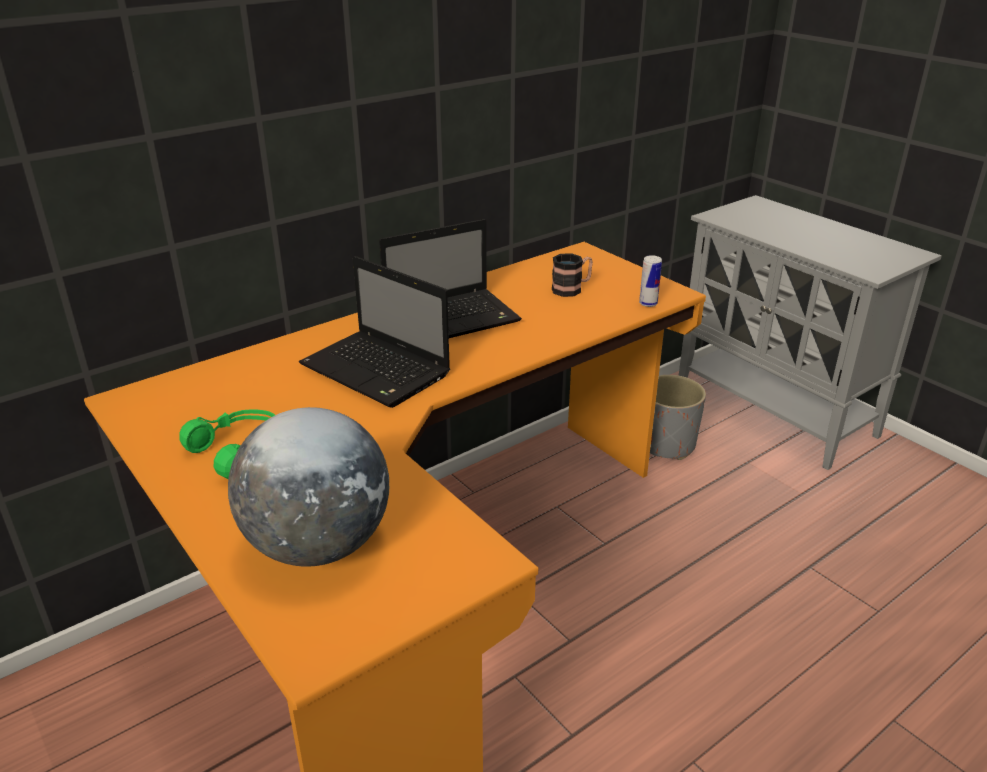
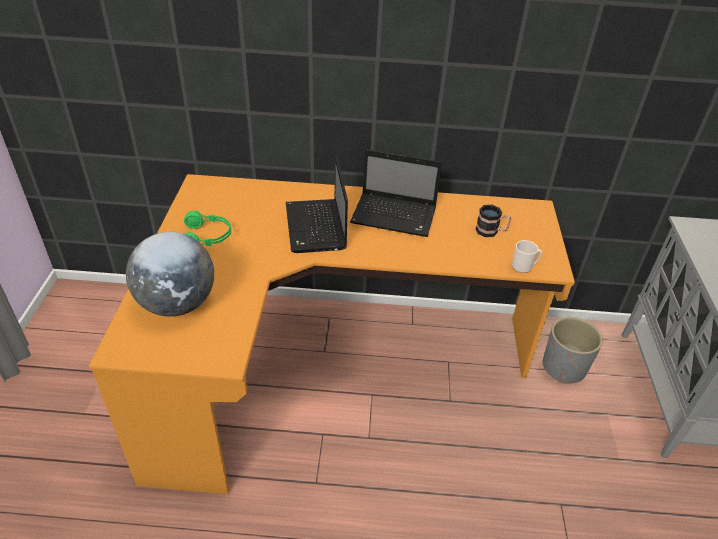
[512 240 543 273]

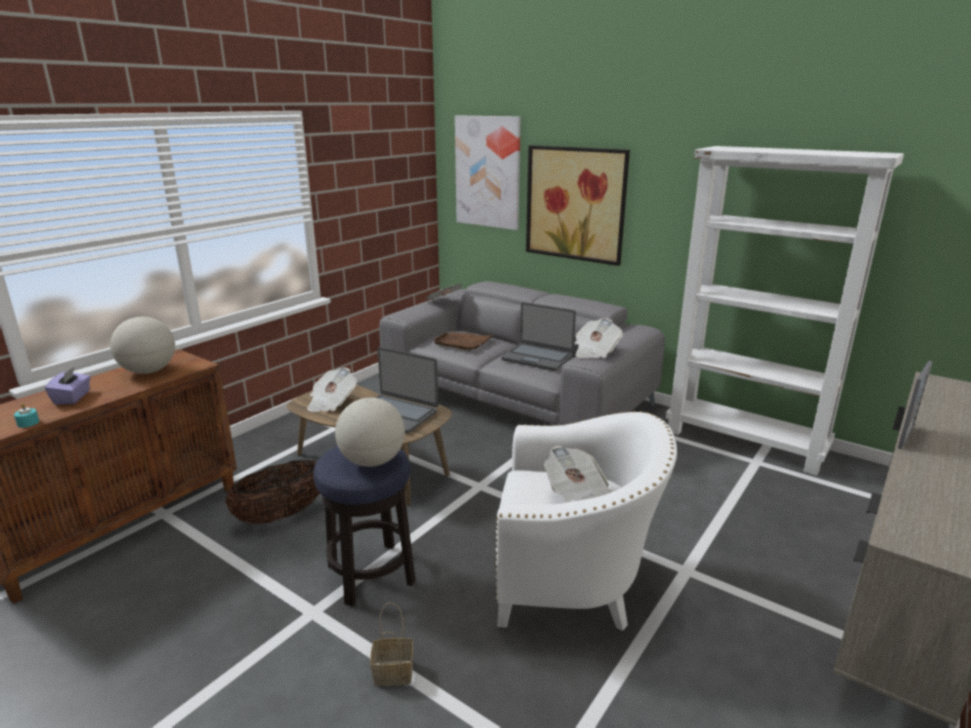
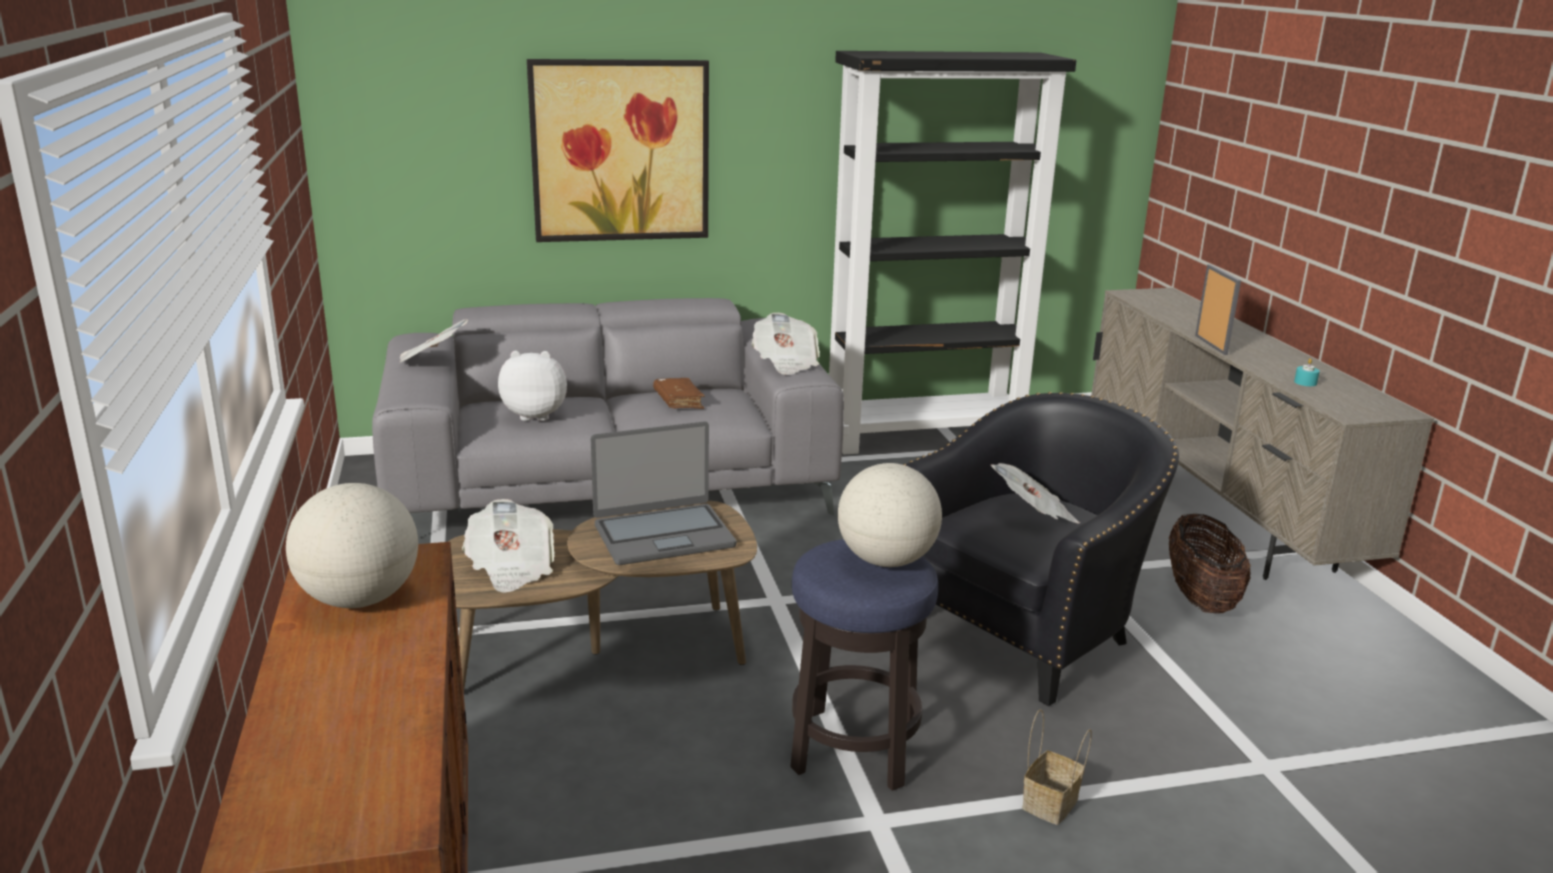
[498 351 567 421]
[653 378 705 409]
[829 51 1077 455]
[903 392 1179 706]
[1169 513 1251 614]
[1294 359 1320 386]
[45 366 90 405] (first image)
[455 115 521 230] (first image)

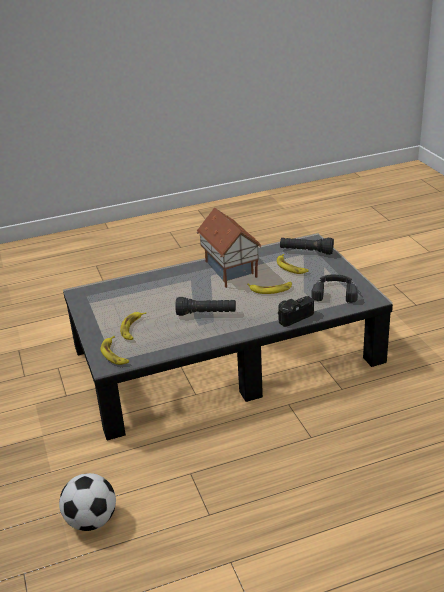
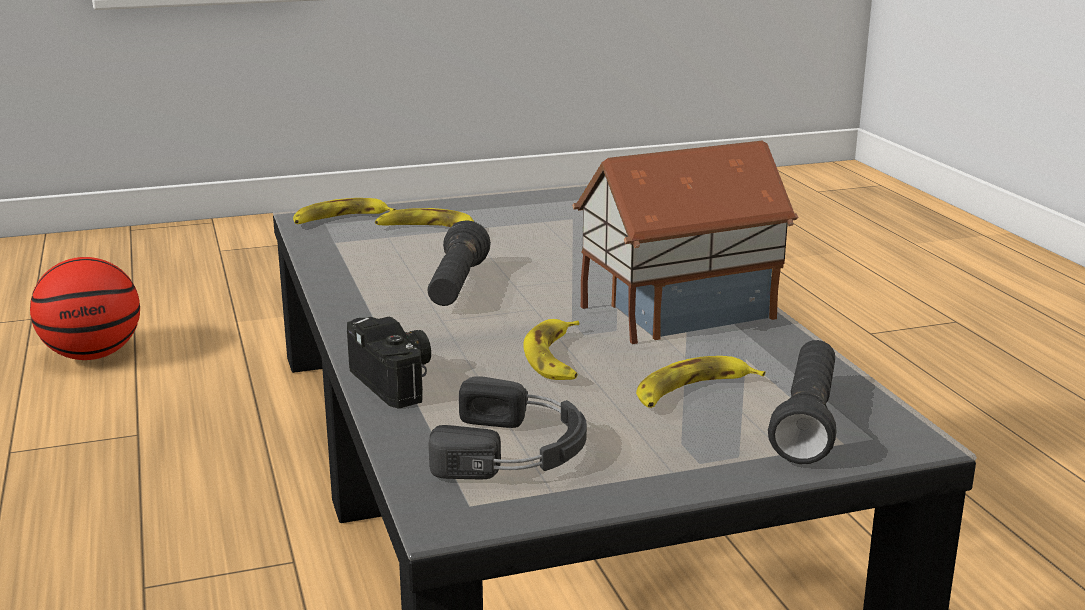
[30 257 140 360]

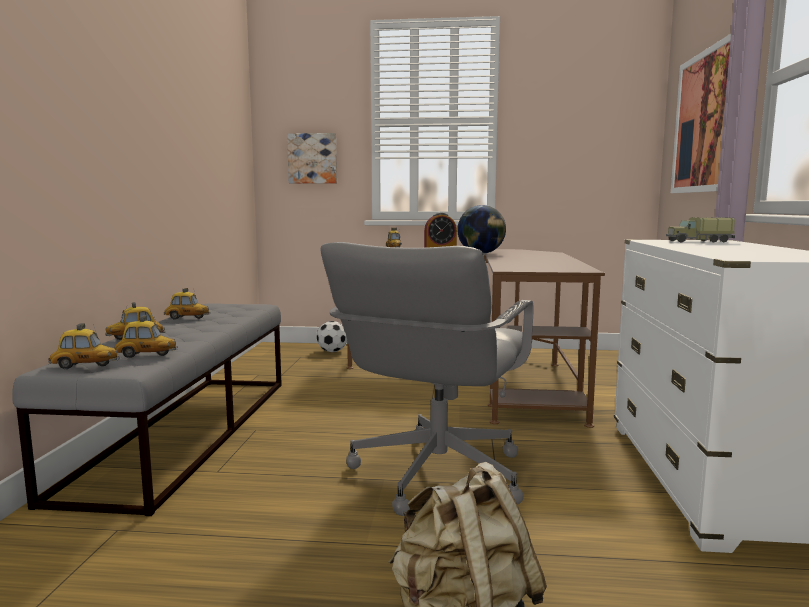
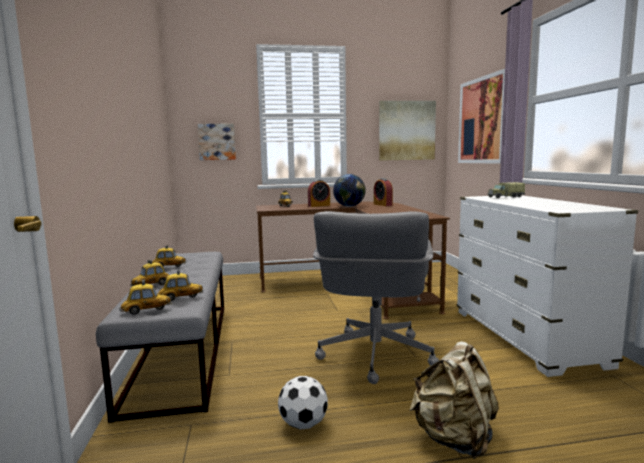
[278 376 328 429]
[374 178 393 206]
[379 101 436 161]

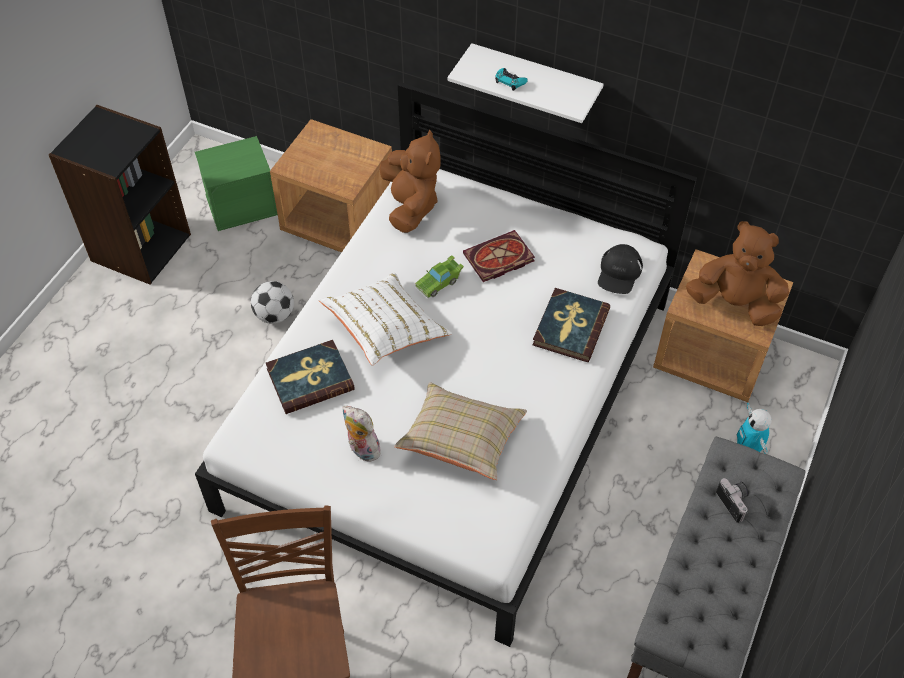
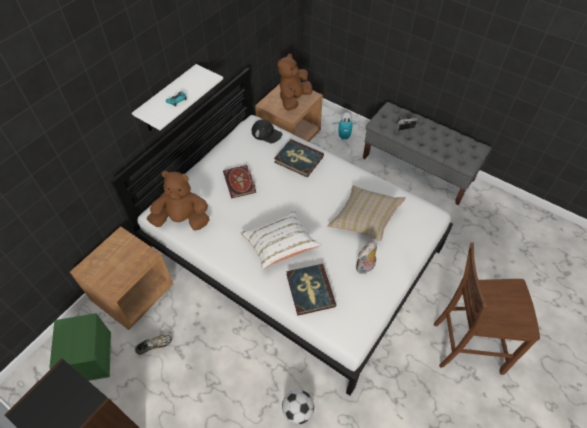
[135 335 172 355]
[282 390 314 424]
[415 255 464 299] (first image)

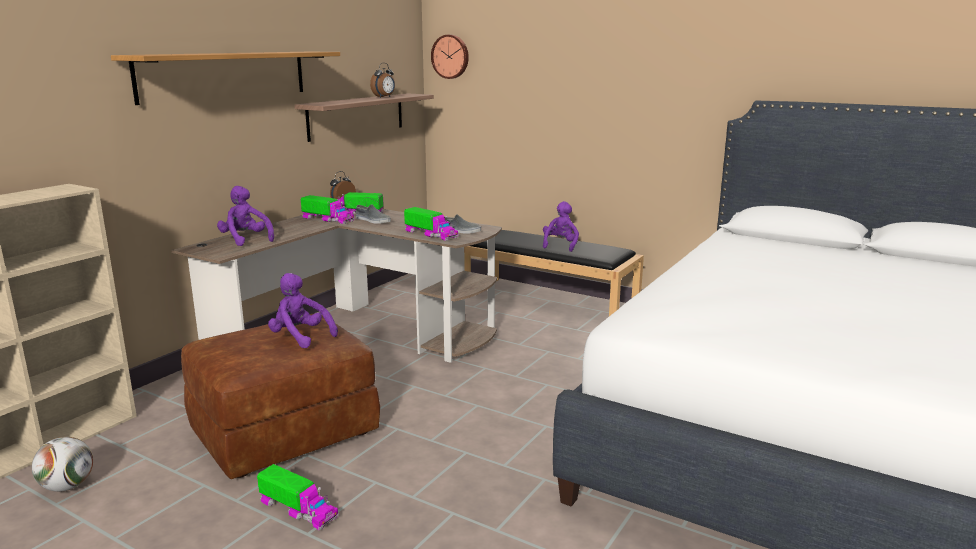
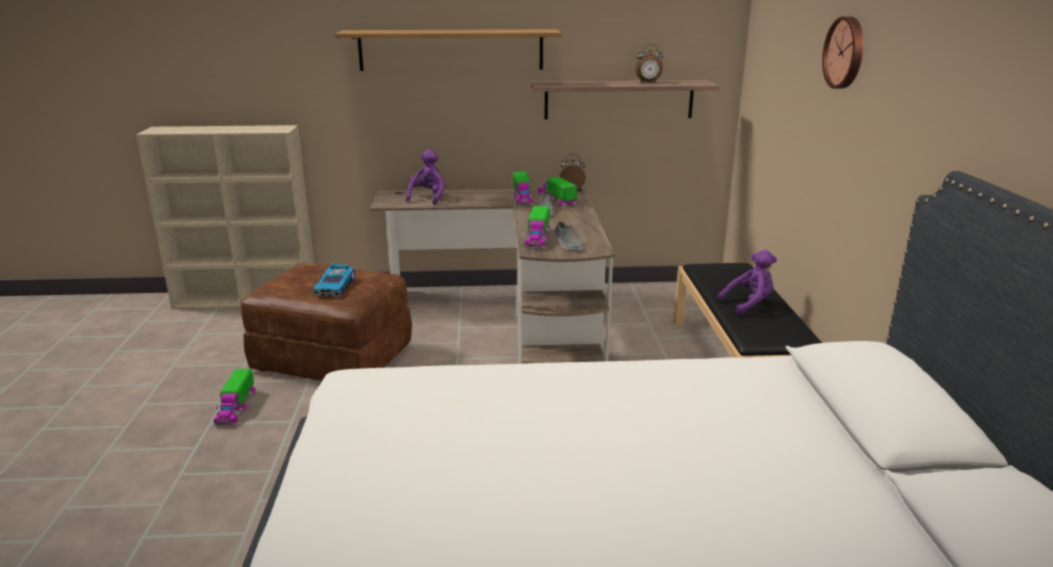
[313 263 355 297]
[822 16 863 89]
[32 437 93 492] (first image)

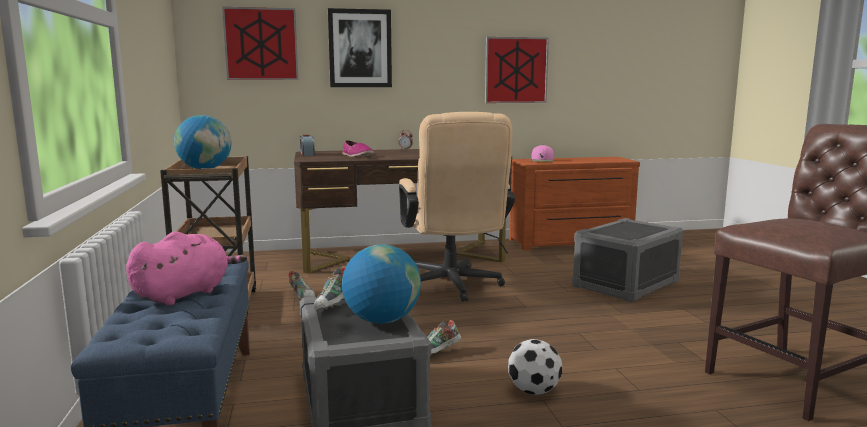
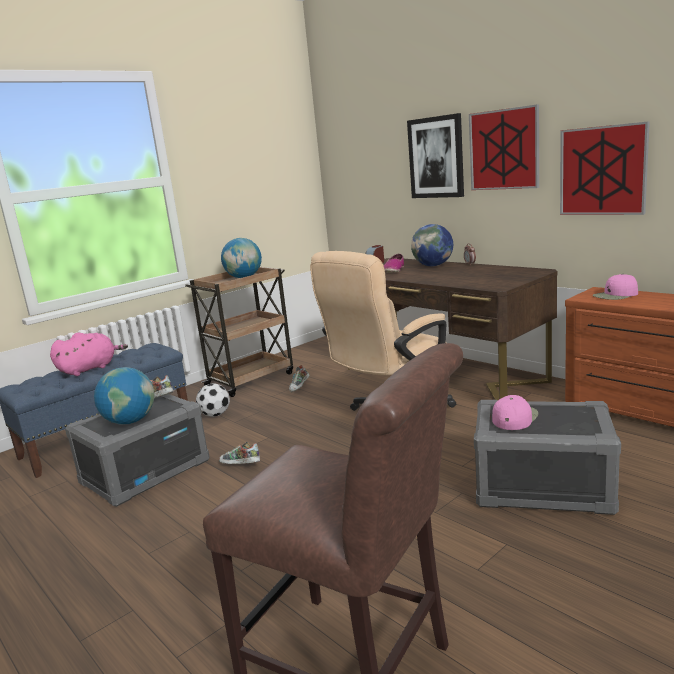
[50 332 128 376]
[196 383 230 417]
[411 224 453 266]
[469 104 539 190]
[492 395 538 430]

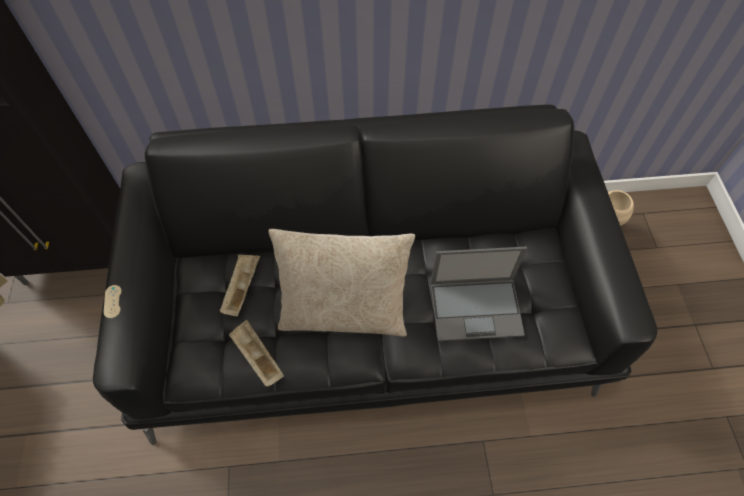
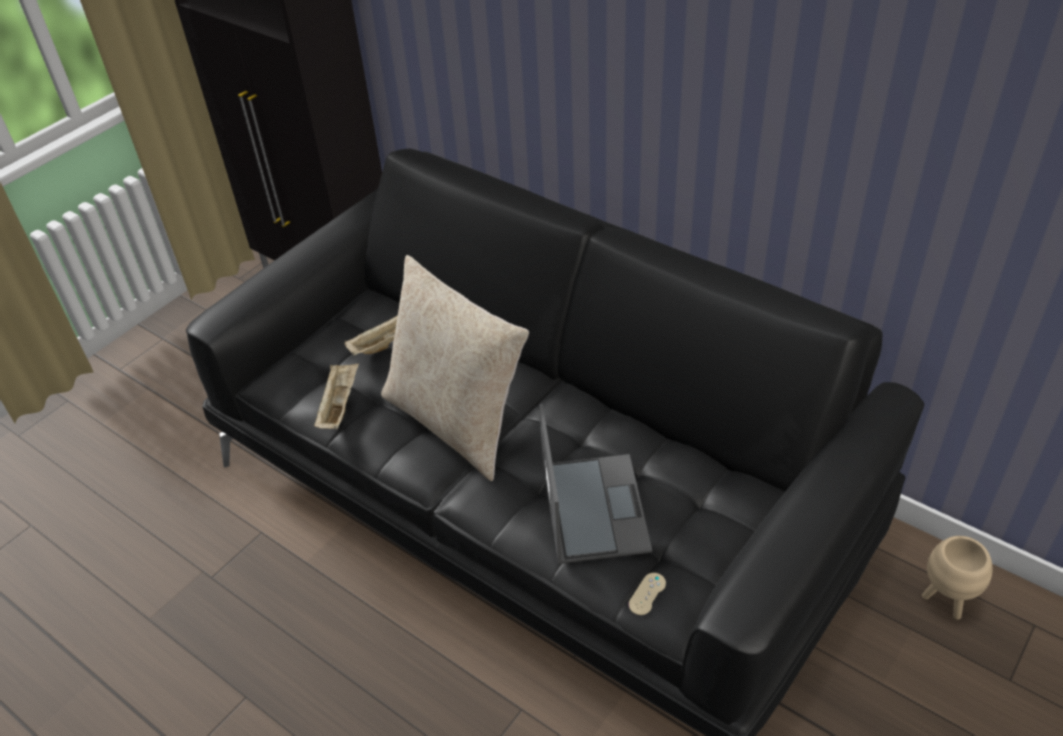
[539 403 652 564]
[628 573 666 615]

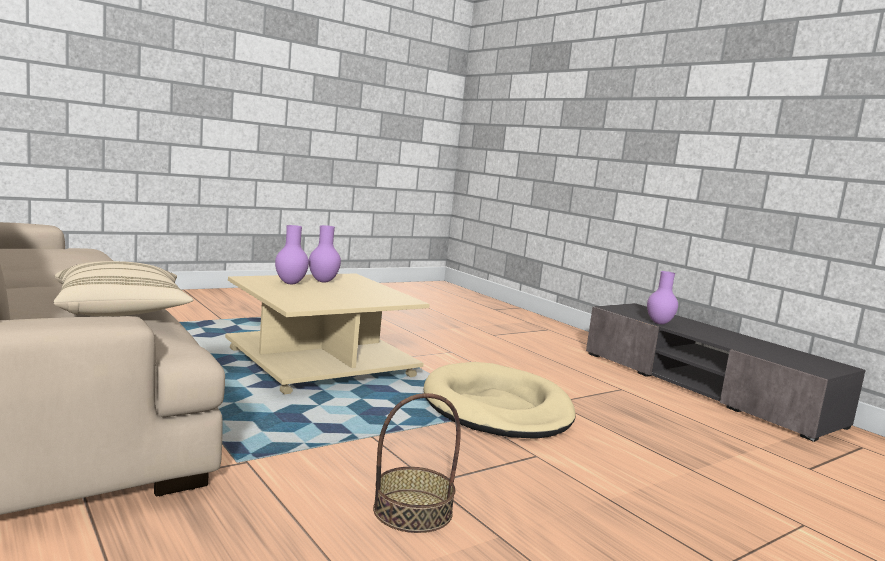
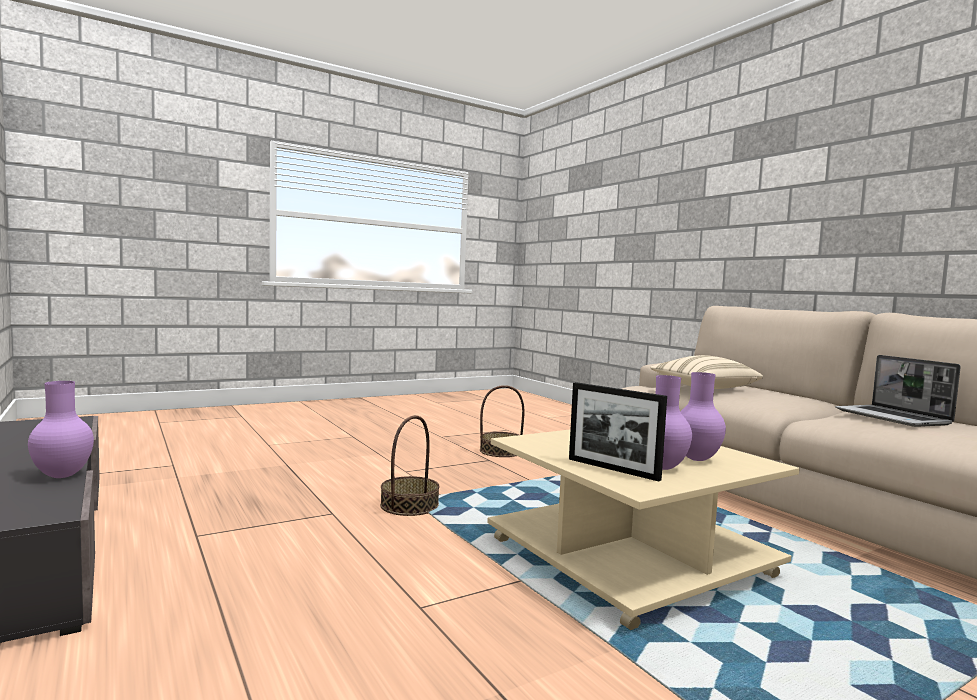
[380 415 440 516]
[569 382 667 482]
[835 355 961 427]

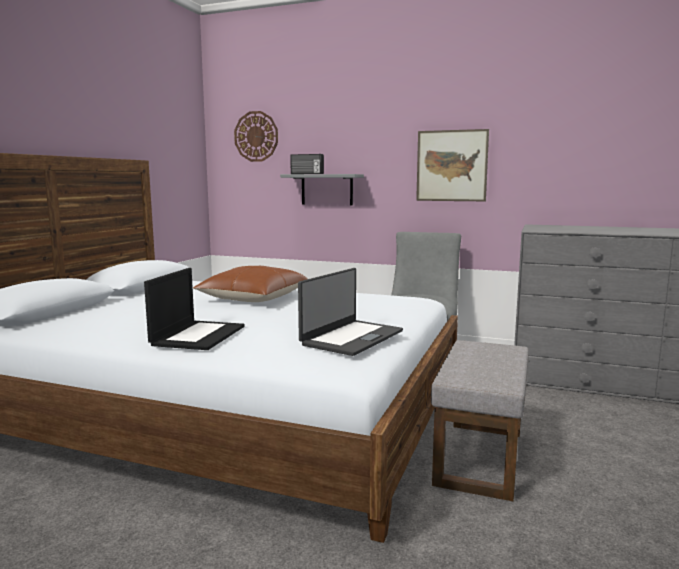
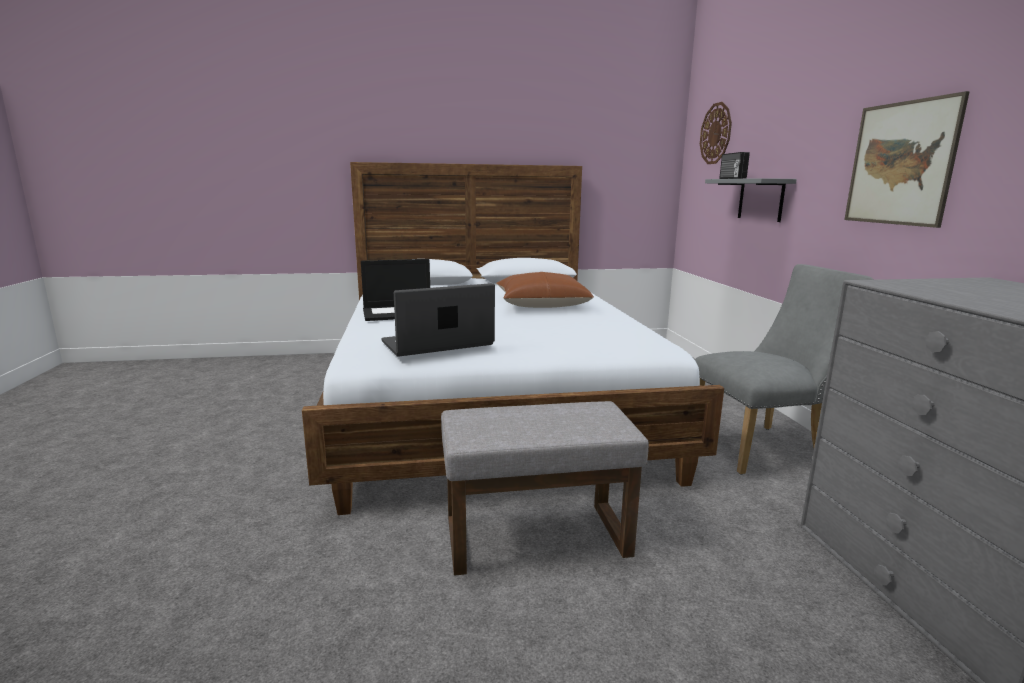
[381 283 495 357]

